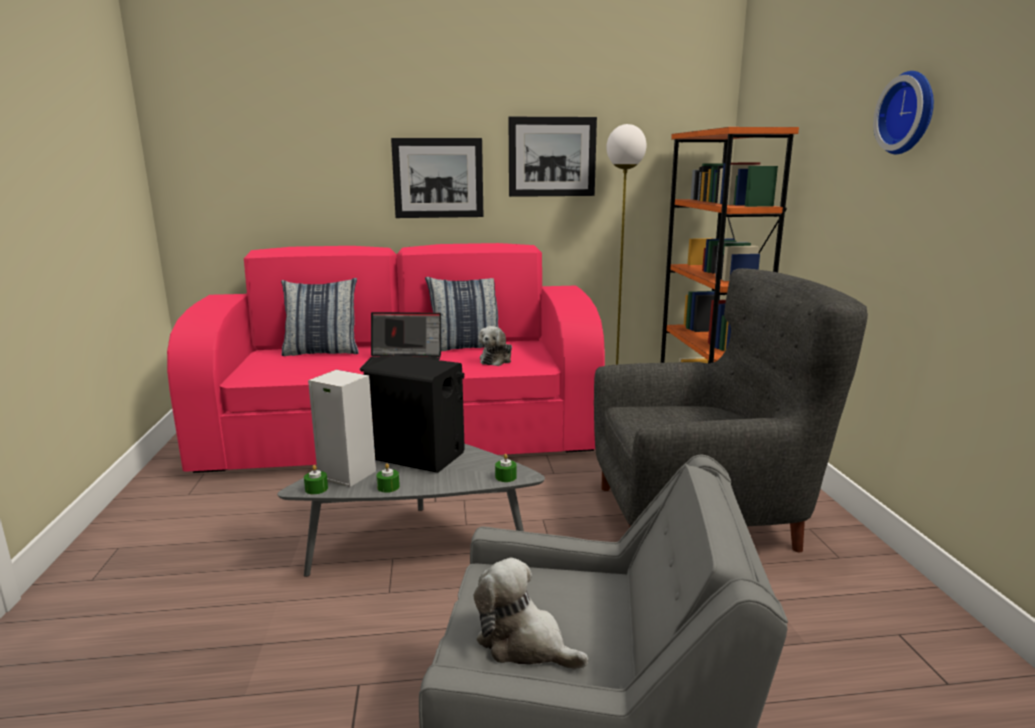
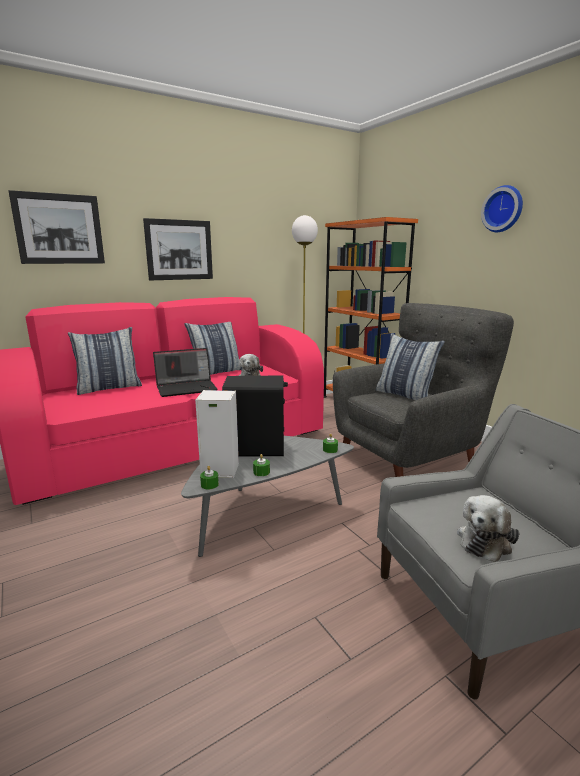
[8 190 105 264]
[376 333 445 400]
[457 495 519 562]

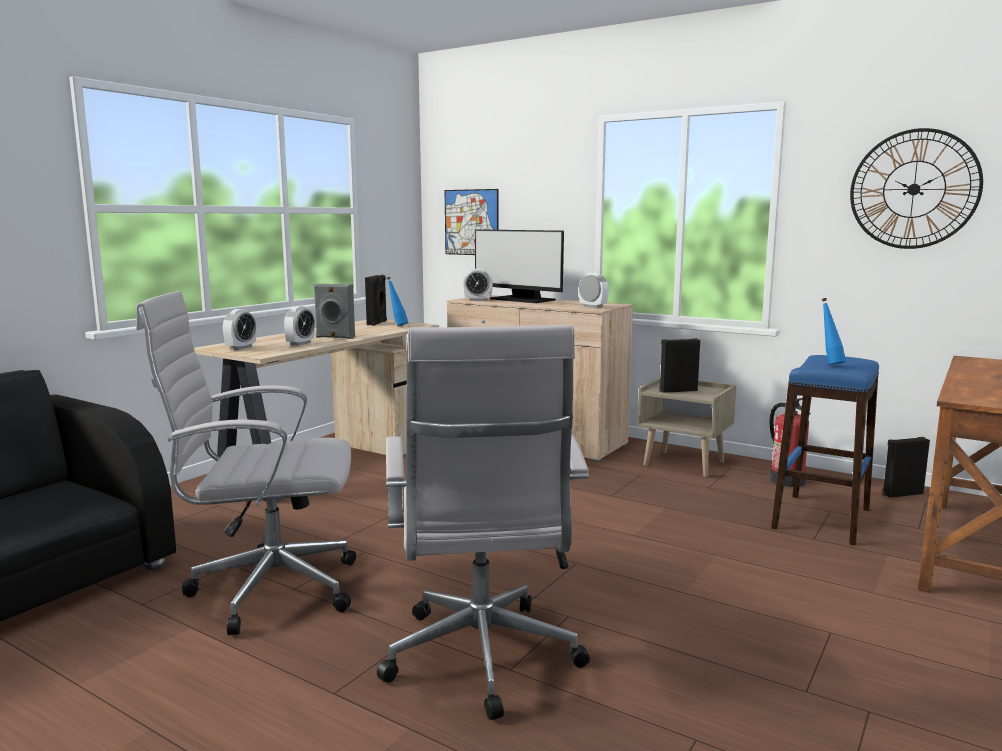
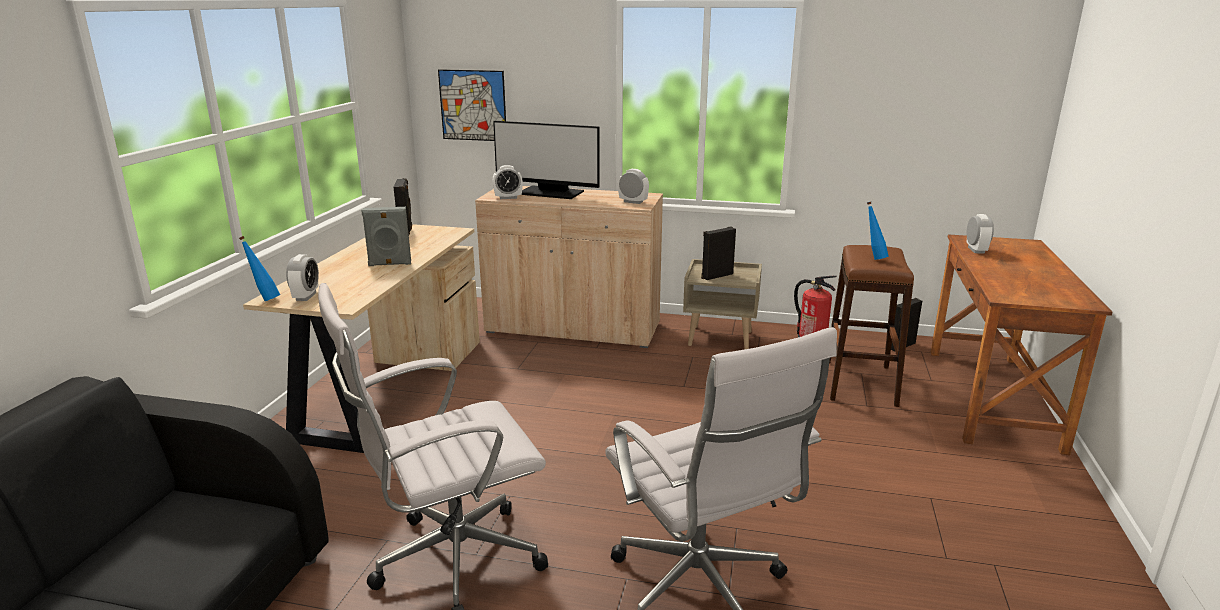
[239 236 280 301]
[829 245 914 407]
[967 214 994 254]
[850 128 983 249] (first image)

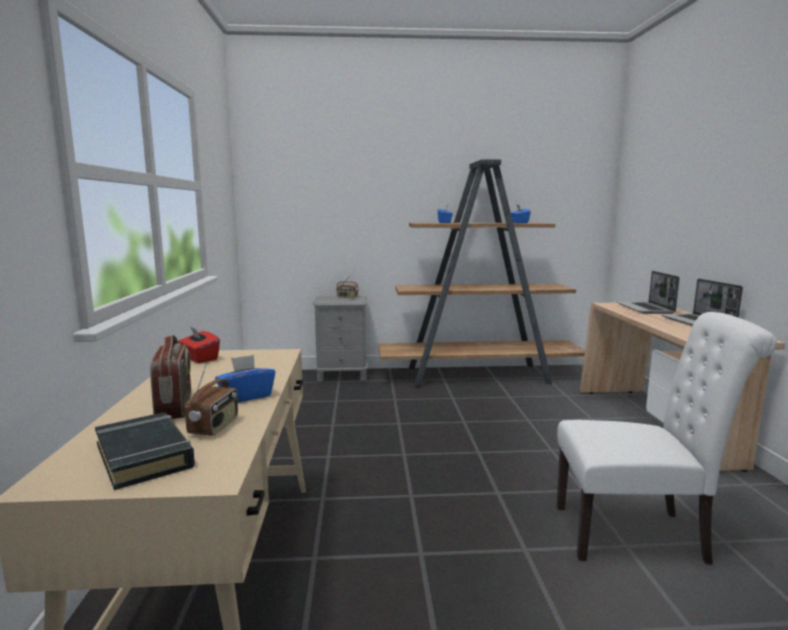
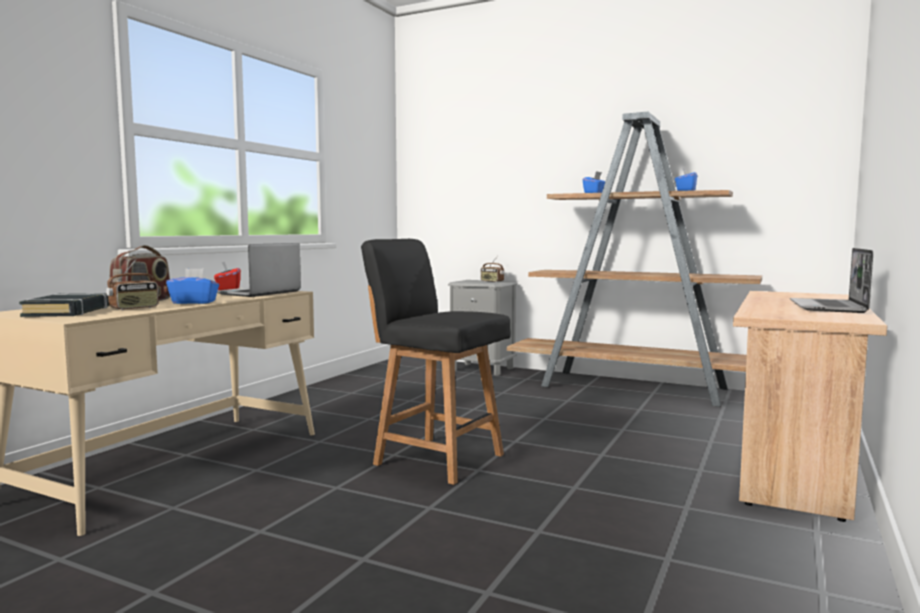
[217 243 301 297]
[361 239 511 485]
[557 312 777 565] (first image)

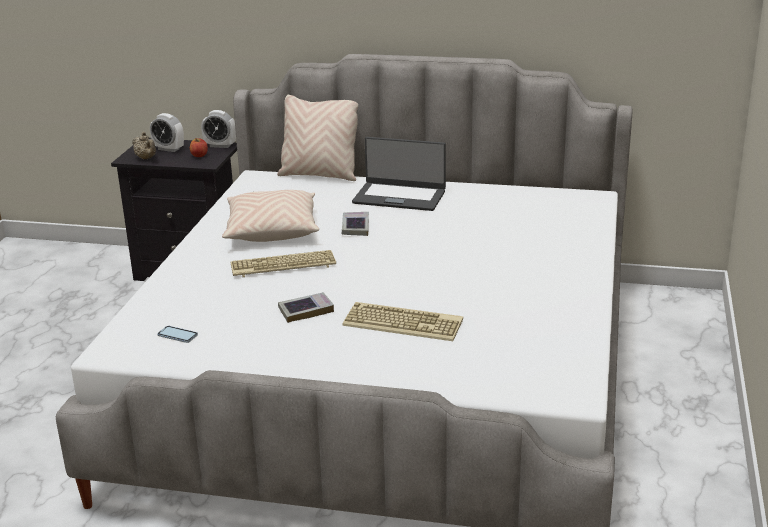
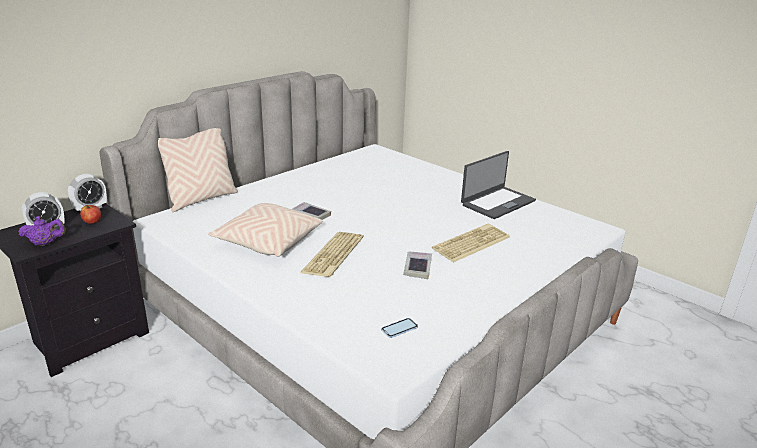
[18 216 66 246]
[461 151 536 219]

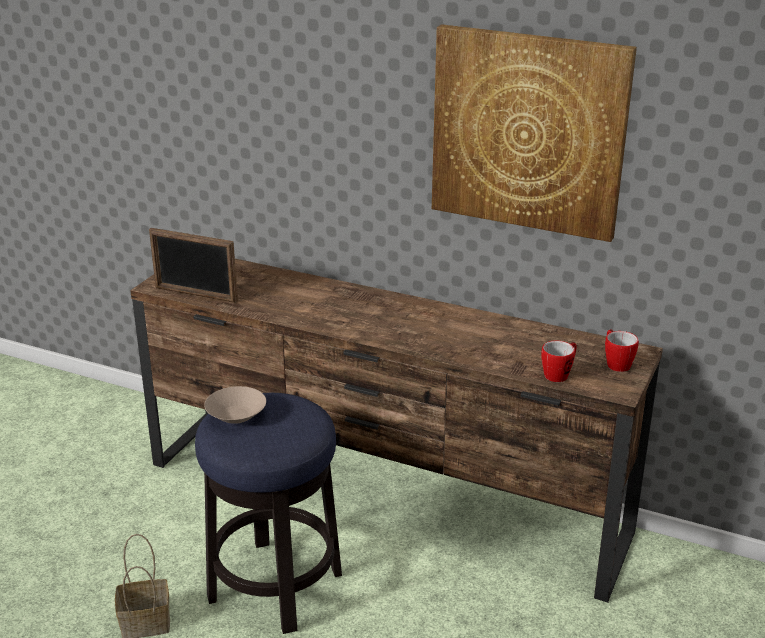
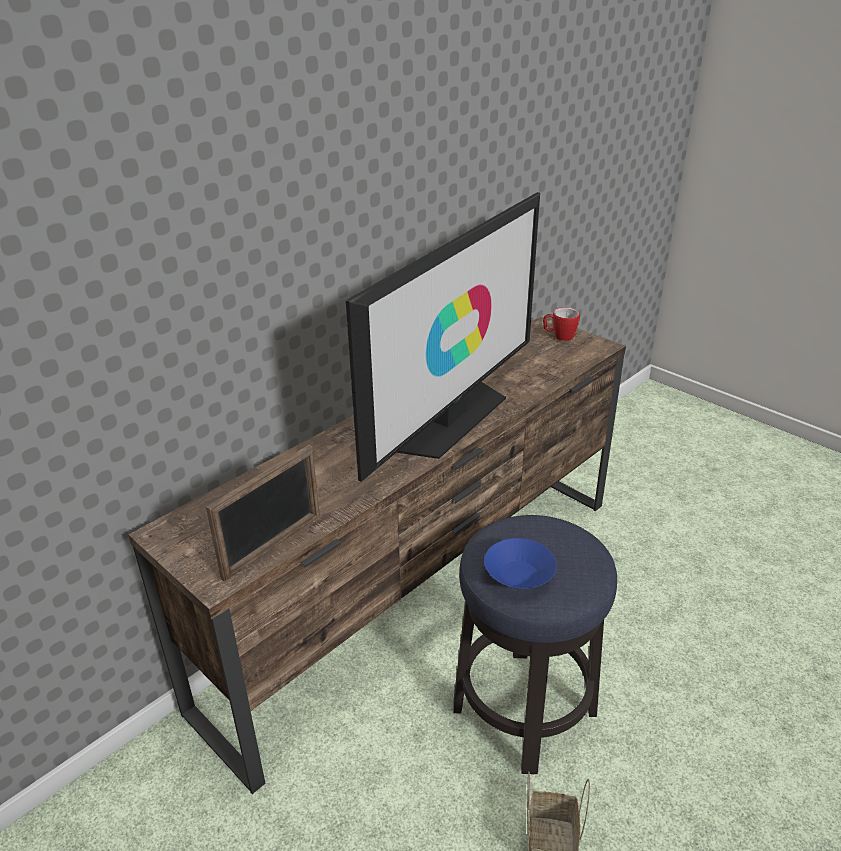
[346 192 540 482]
[484 538 557 589]
[432 24 637 242] (first image)
[541 341 577 382] (first image)

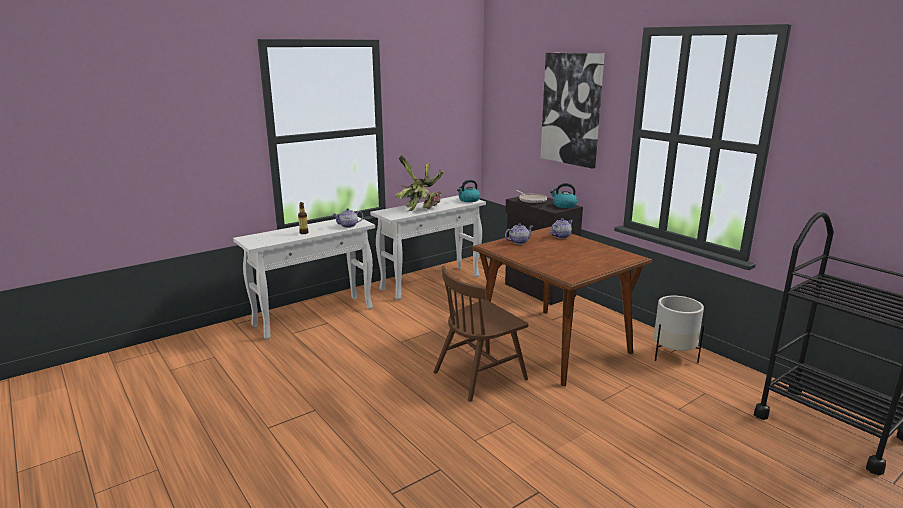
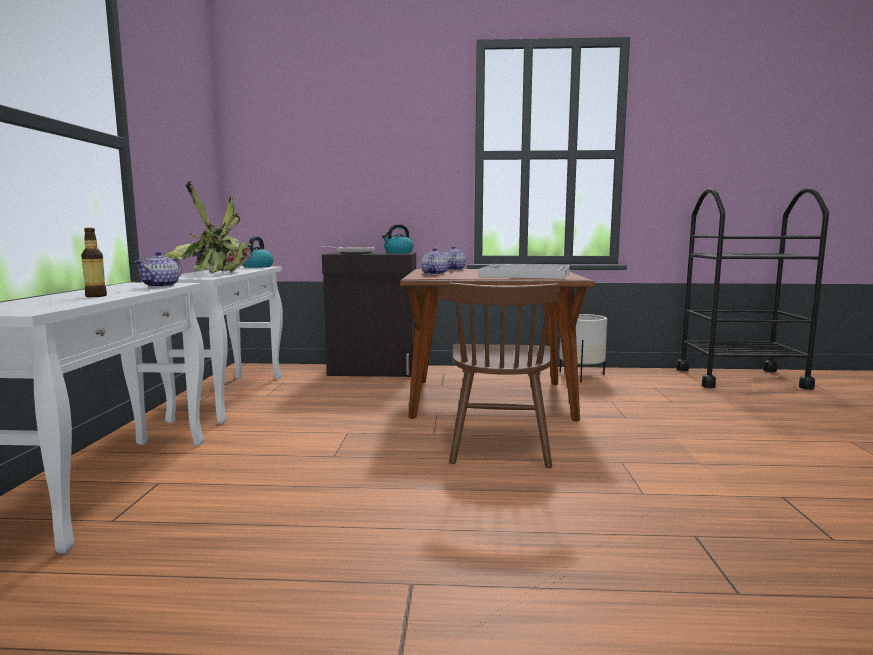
[479 264 570 279]
[540 53 605 169] (first image)

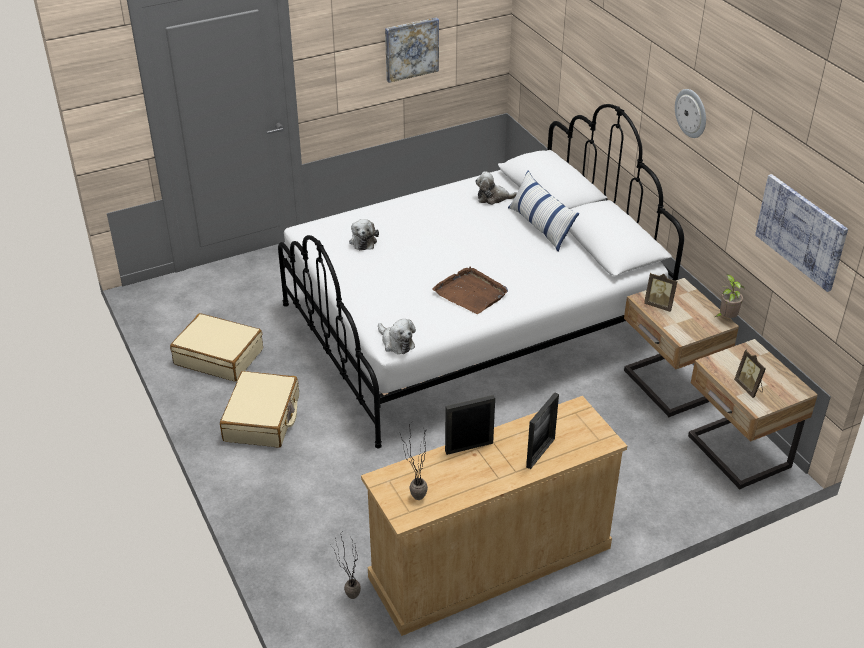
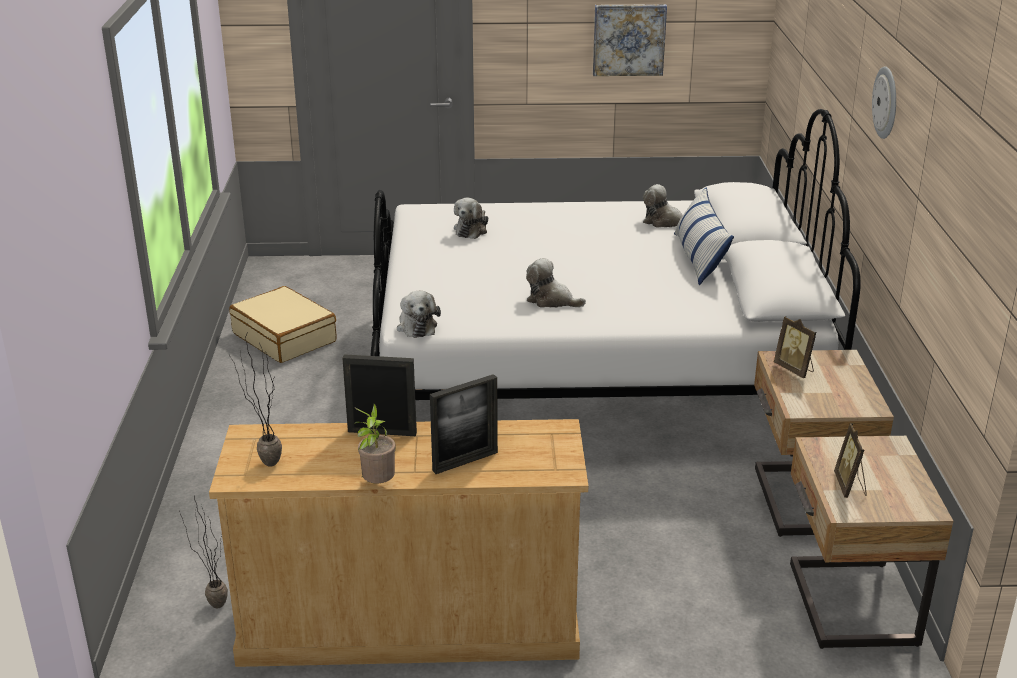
[354 404 396 483]
[526 258 586 308]
[220 371 299 448] (first image)
[755 174 848 292] (first image)

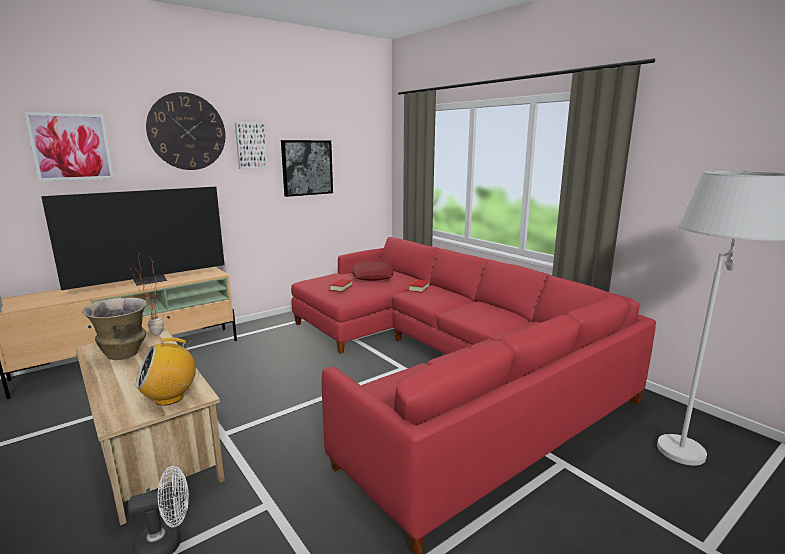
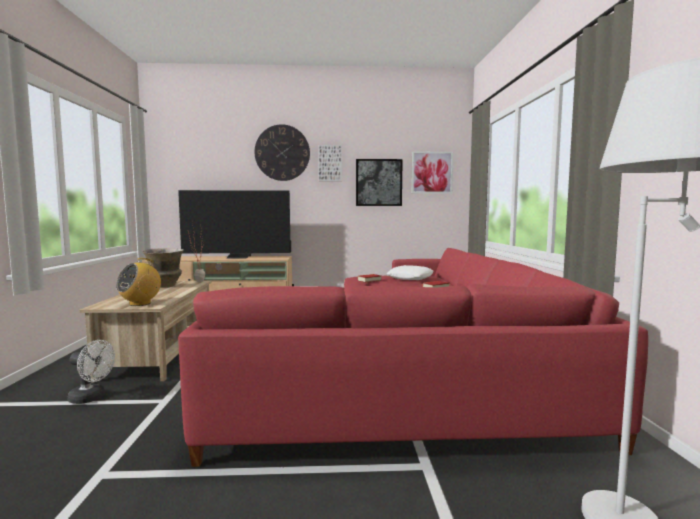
[116 258 161 306]
[387 265 434 280]
[411 152 453 194]

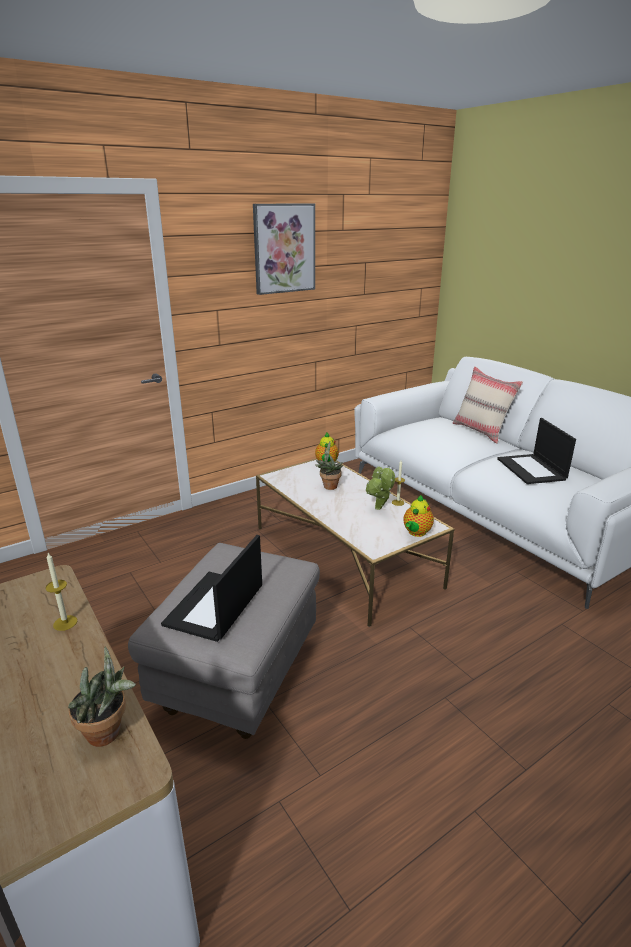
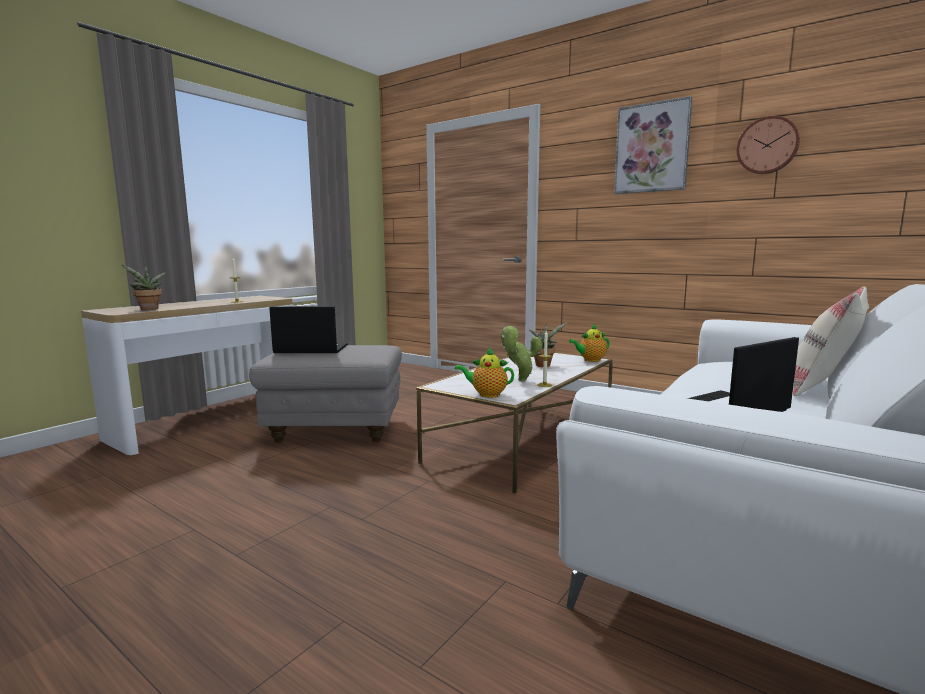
[737 116 800 174]

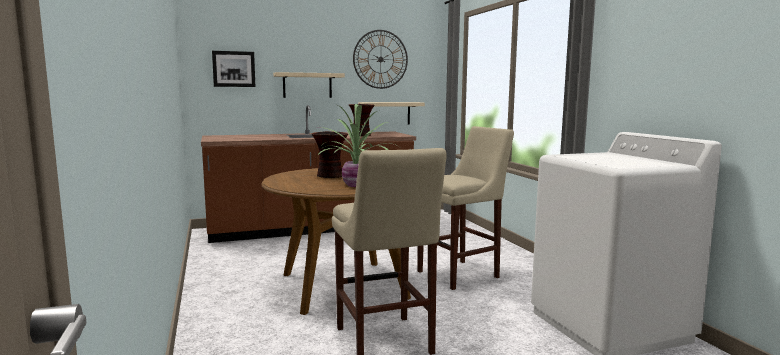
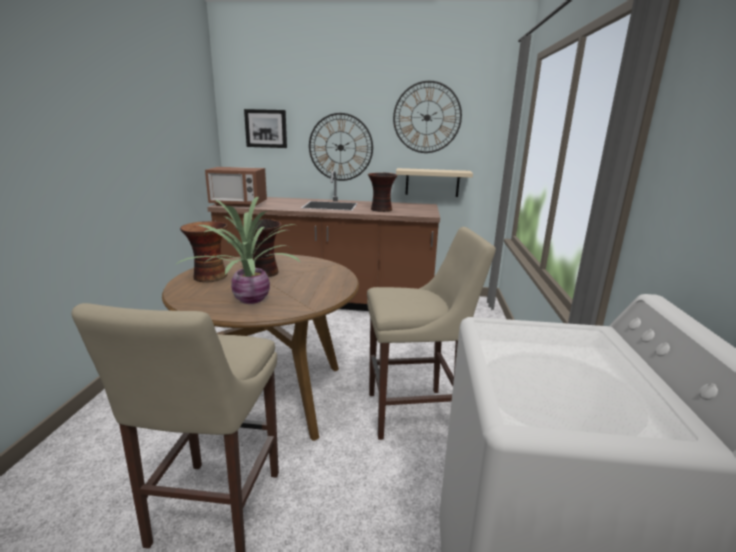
[180 221 228 282]
[205 167 267 207]
[309 113 373 181]

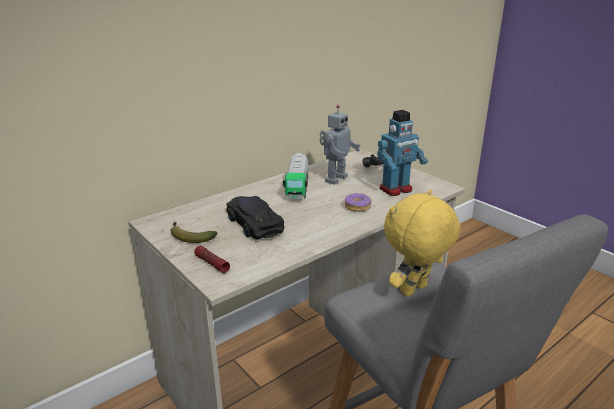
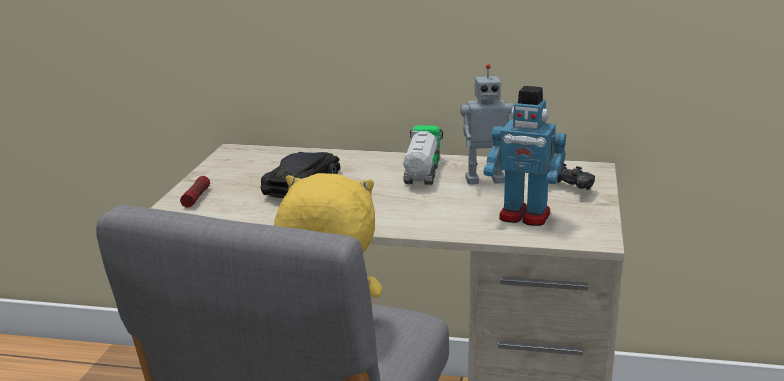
[403 125 443 185]
[170 222 217 243] (first image)
[345 193 371 212] (first image)

